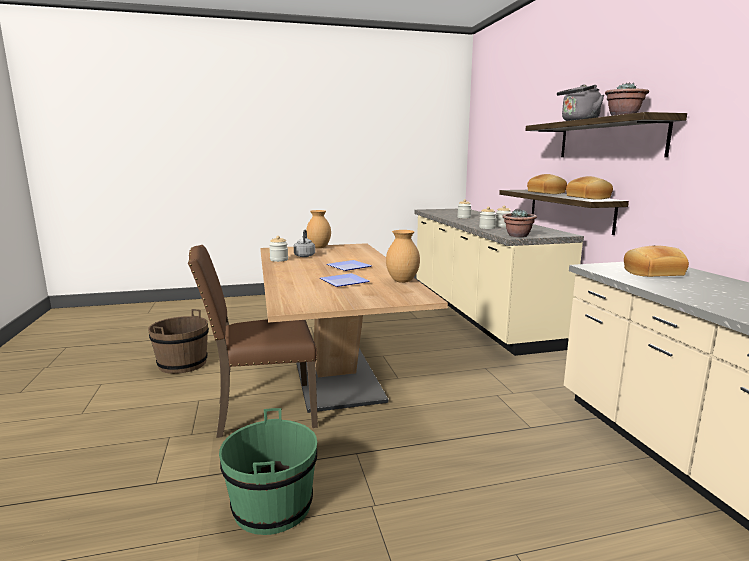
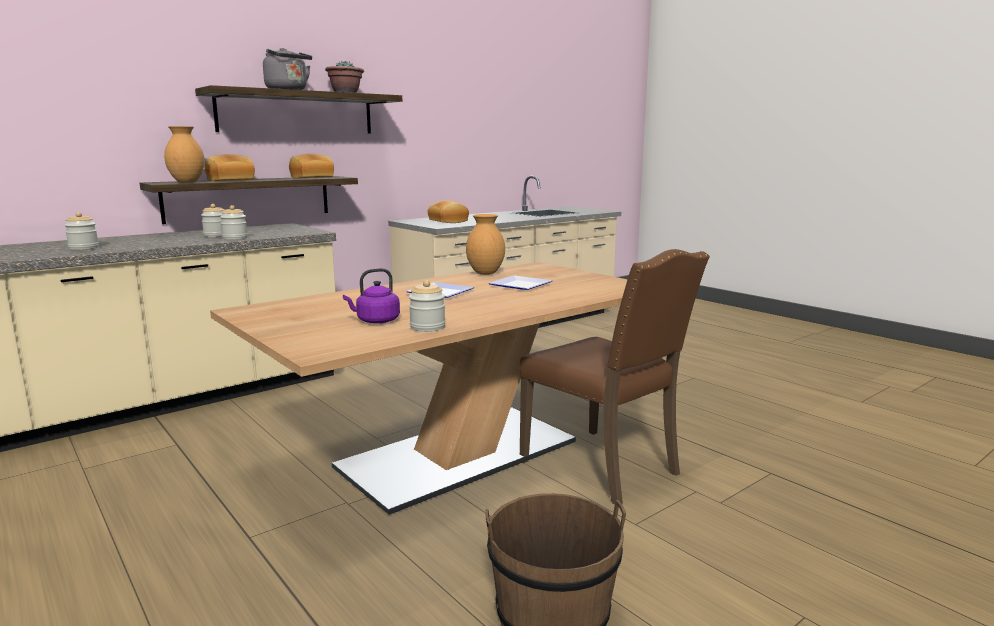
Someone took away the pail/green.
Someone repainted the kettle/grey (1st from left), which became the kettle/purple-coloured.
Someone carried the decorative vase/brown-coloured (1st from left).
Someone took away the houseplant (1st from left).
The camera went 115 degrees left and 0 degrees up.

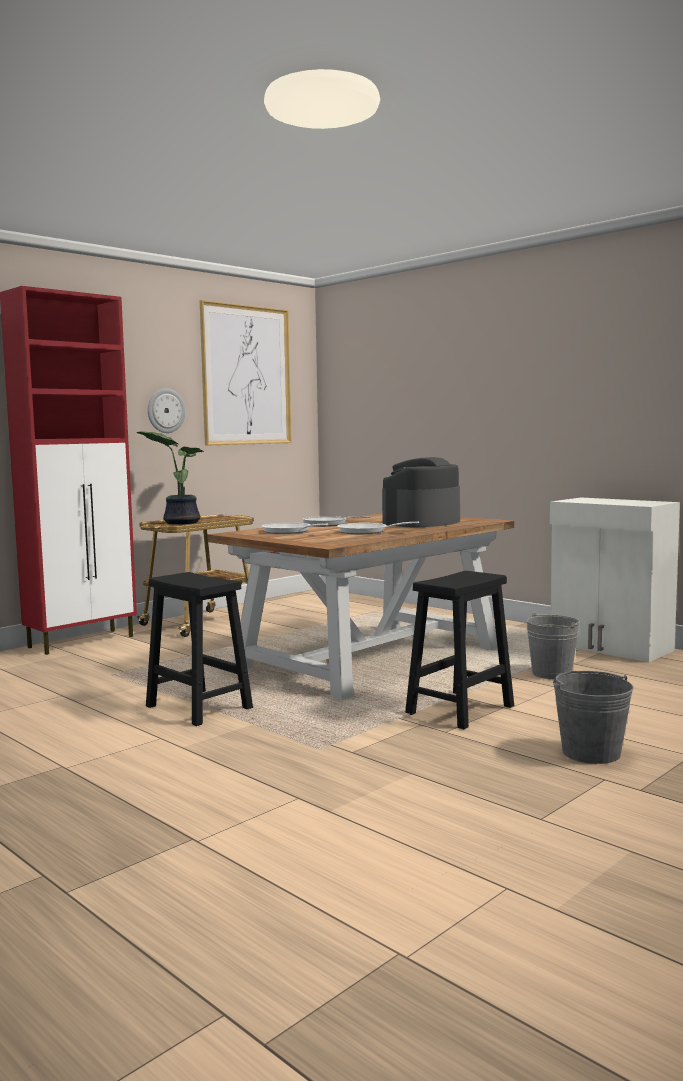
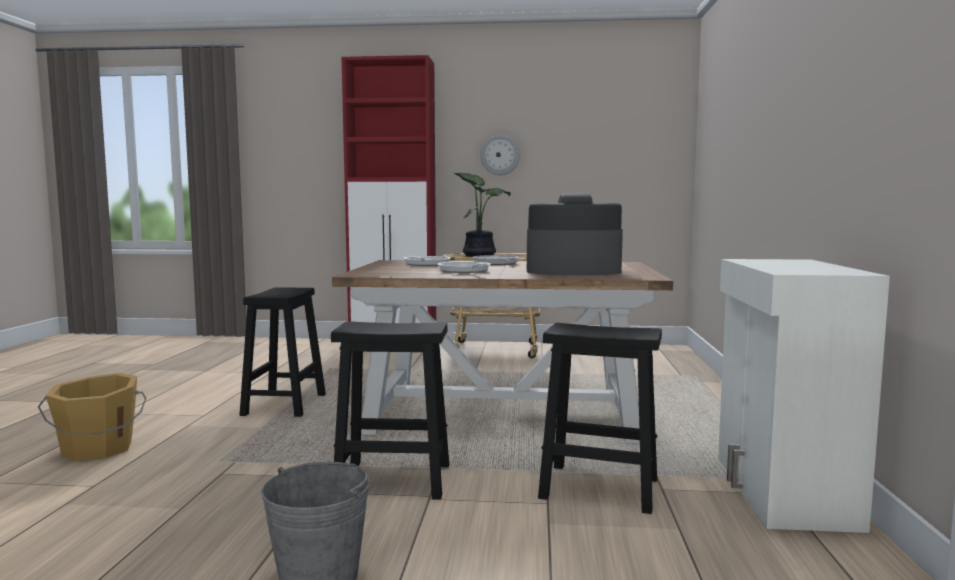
Someone took away the wall art.
Someone swapped the pail/grey (1st from left) for the stool/black (3rd from left).
Someone put down the pail/orangey.
The camera went 50 degrees right and 0 degrees up.

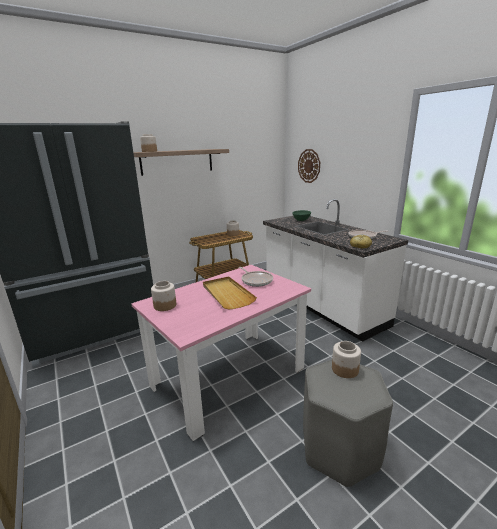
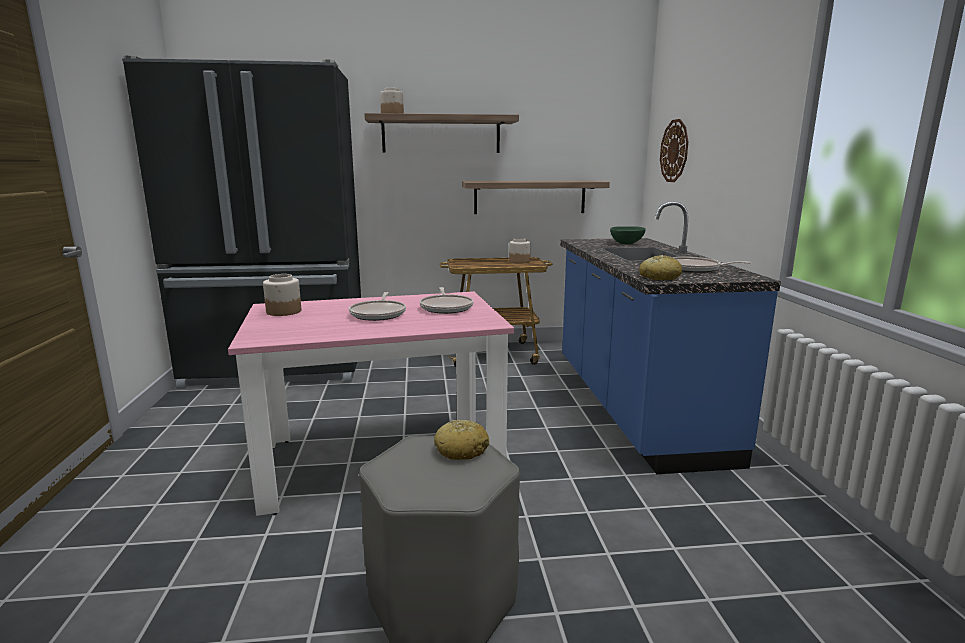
Someone swapped the serving tray/beige for the pan (1st from left).
Someone repainted the counter/white-coloured, which became the counter/bluish.
Someone swapped the storage jar (4th from left) for the bakery bread (1st from left).
Someone put up the wall shelf (2nd from left).
The camera went 25 degrees right and 5 degrees down.

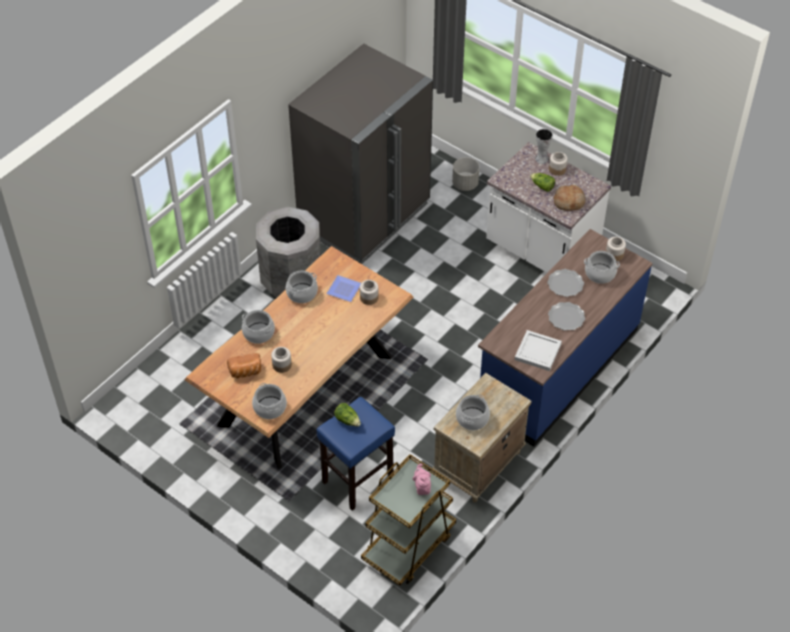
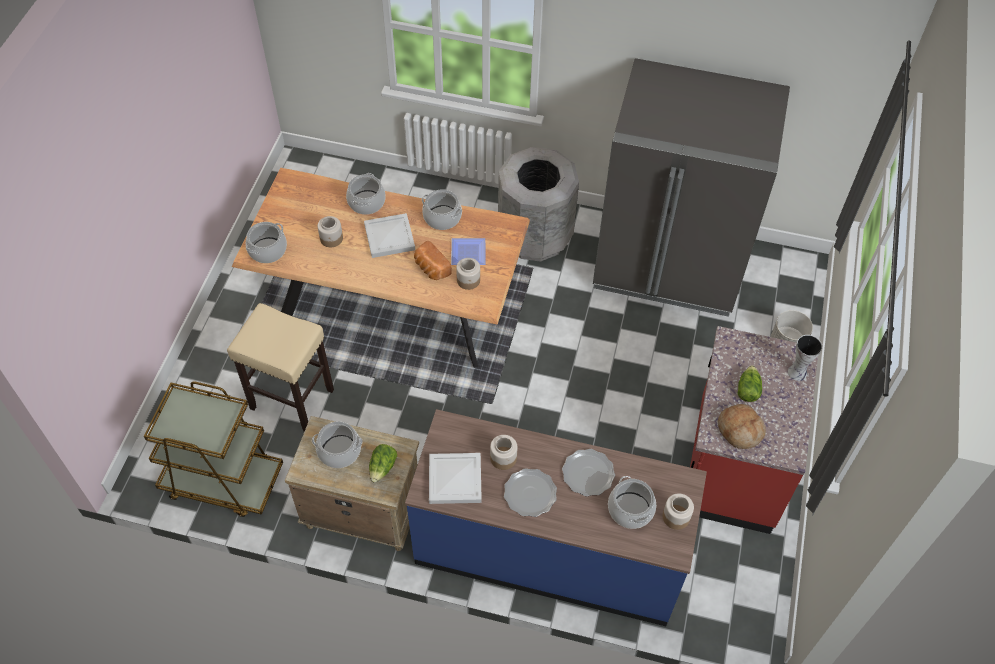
Someone carried the bakery bread (1st from left).
Someone repainted the stool/bluish, which became the stool/beige.
Someone carried the lettuce (1st from left).
Someone took away the teapot/pink.
Someone repainted the counter/white-coloured, which became the counter/reddish.
Someone carried the storage jar (3rd from left).
Someone put down the serving tray/white-coloured (1st from left).
The camera went 65 degrees right and 5 degrees up.

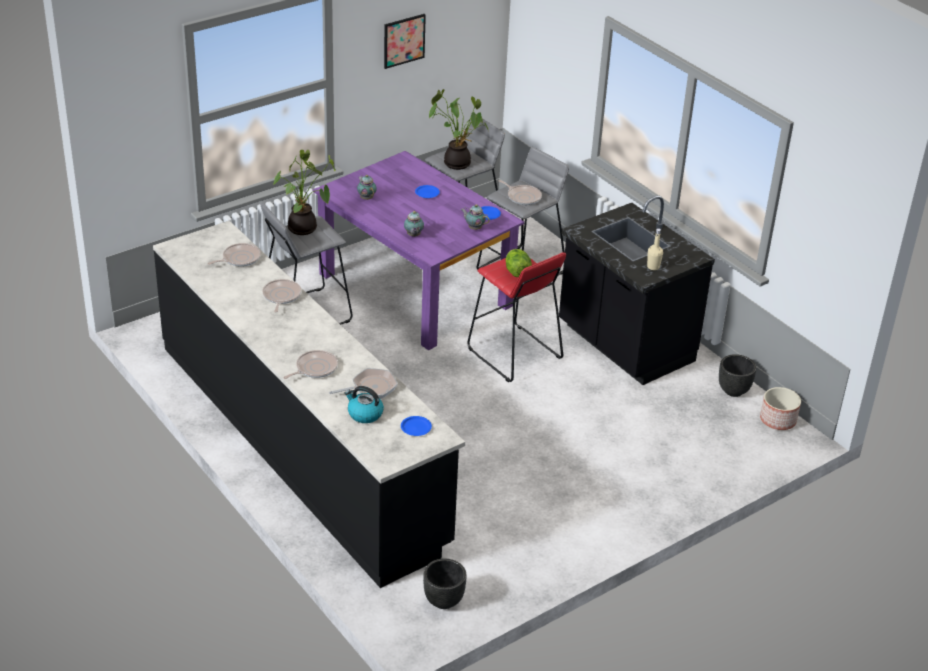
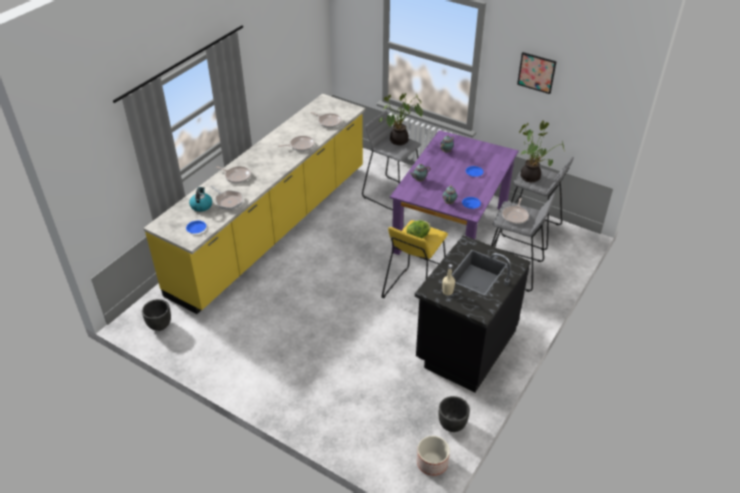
Someone repainted the counter/black (1st from left), which became the counter/yellow.
Someone repainted the stool/reddish, which became the stool/yellow.
The camera went 70 degrees right and 5 degrees up.

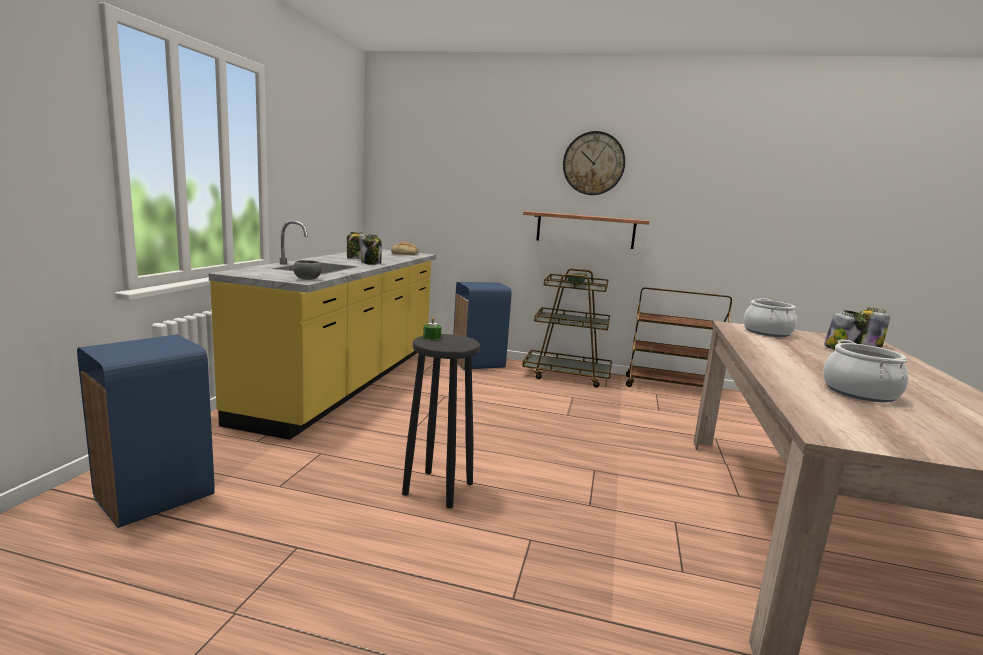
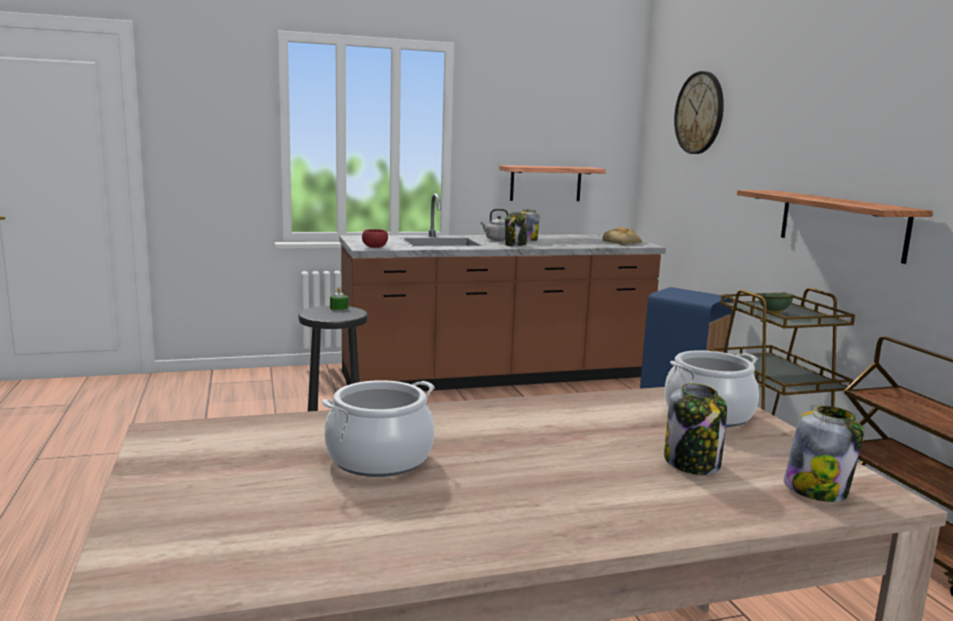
Someone took away the rubbish bin/bluish (1st from left).
Someone repainted the counter/yellow, which became the counter/brown-coloured.
Someone repainted the serving bowl/grey, which became the serving bowl/reddish.
Someone carried the clock on the wall.
Someone put down the kettle/grey.
Someone put up the wall shelf (1st from left).
The camera went 60 degrees right and 0 degrees up.

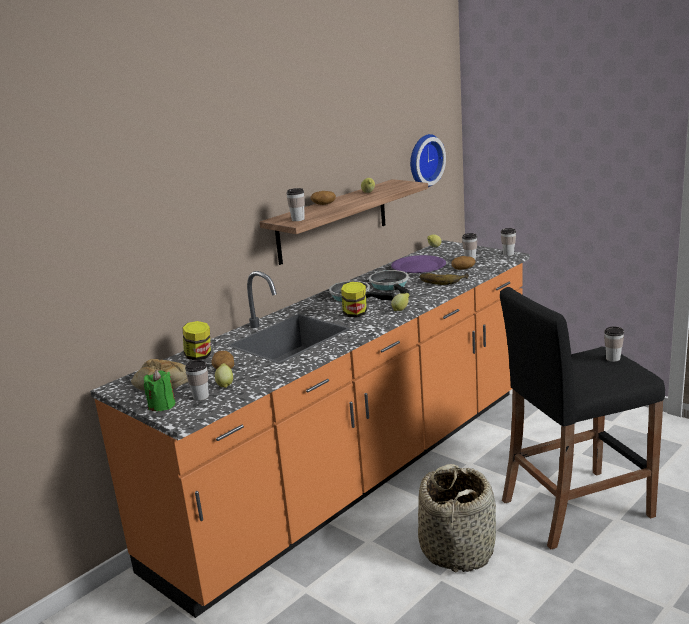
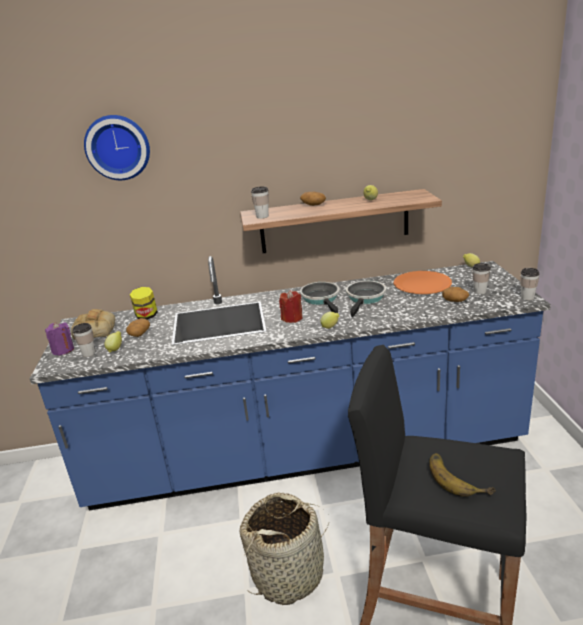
Someone repainted the counter/orangey, which became the counter/bluish.
Someone repainted the wax light/green, which became the wax light/purple-coloured.
Someone swapped the storage jar (2nd from left) for the wax light/reddish.
Someone repainted the dinner plate/purple-coloured, which became the dinner plate/orangey.
Someone carried the clock on the wall.
Someone carried the banana fruit.
Someone took away the cup (5th from left).
The camera went 40 degrees right and 5 degrees up.

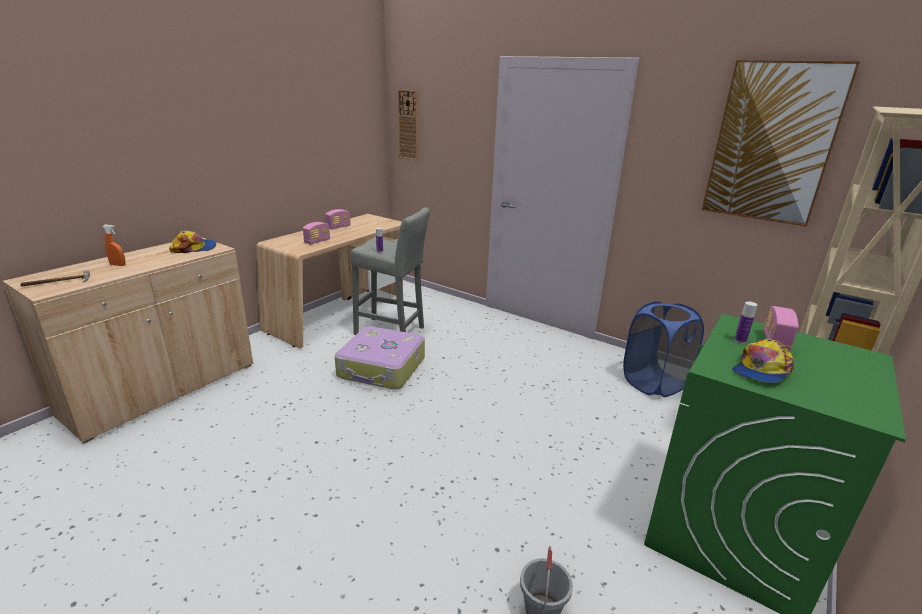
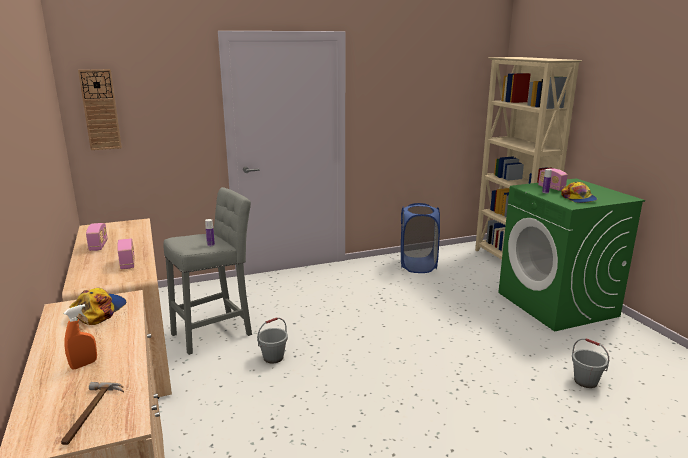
Someone swapped the suitcase for the pail/grey (1st from left).
Someone took away the wall art.
The camera went 55 degrees left and 5 degrees down.

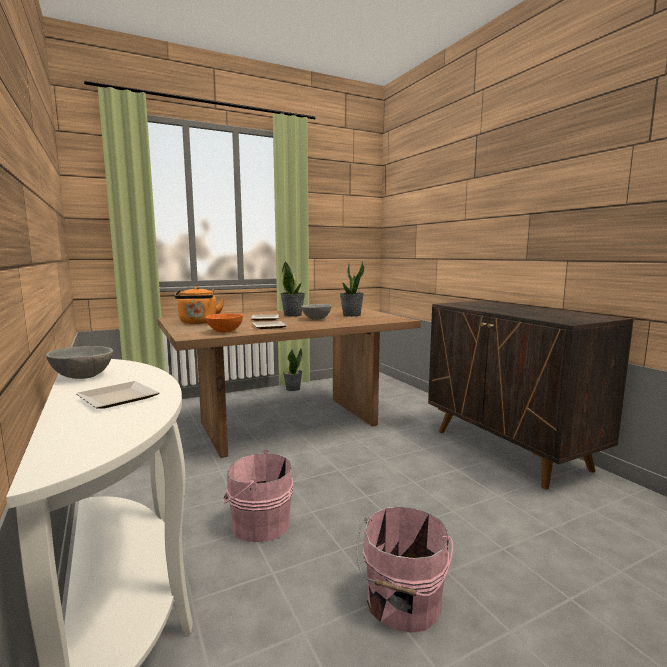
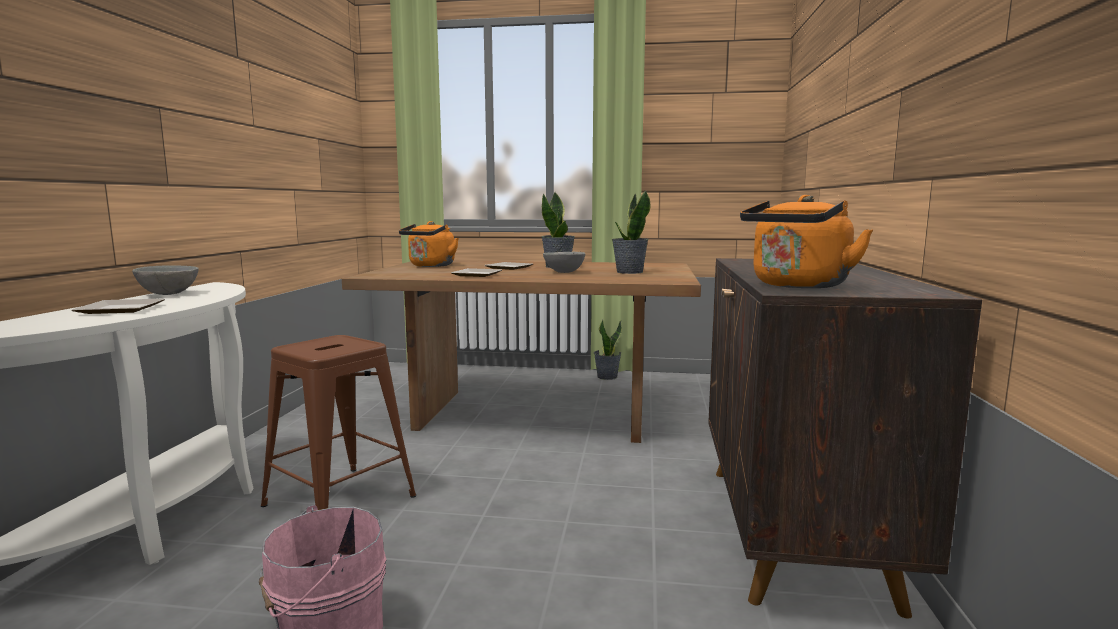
Someone took away the serving bowl/orangey.
Someone swapped the pail/pink (1st from left) for the stool/brown-coloured.
Someone put down the kettle/orangey (2nd from left).
The camera went 35 degrees right and 0 degrees up.

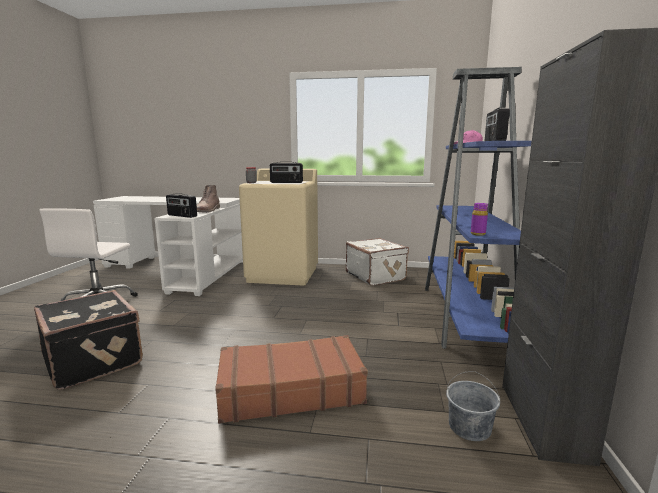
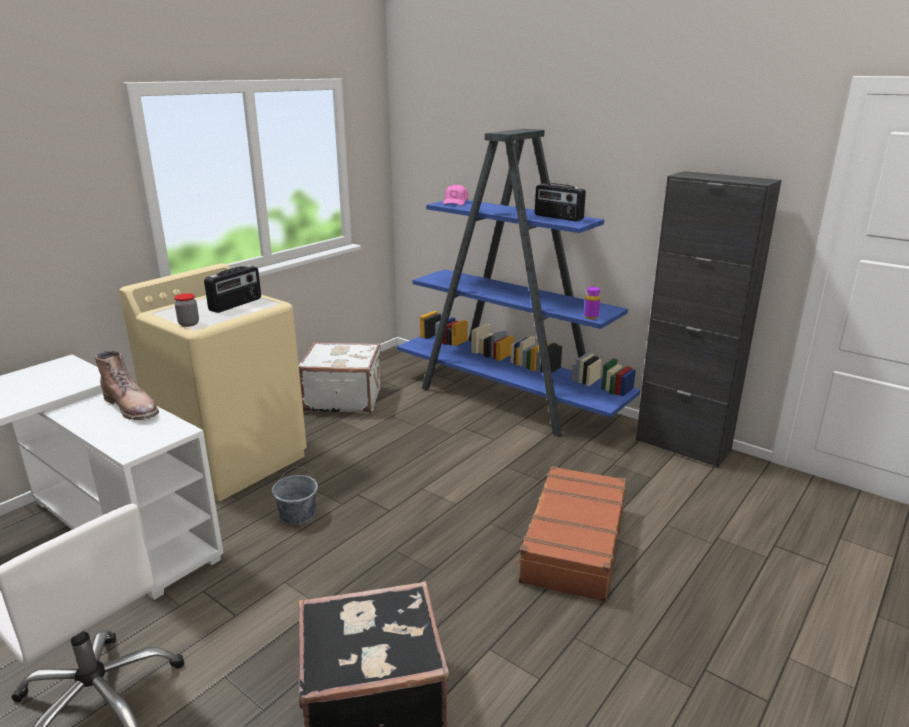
Someone took away the radio receiver (1st from left).
Someone carried the pail/grey.
The camera went 60 degrees left and 10 degrees up.

